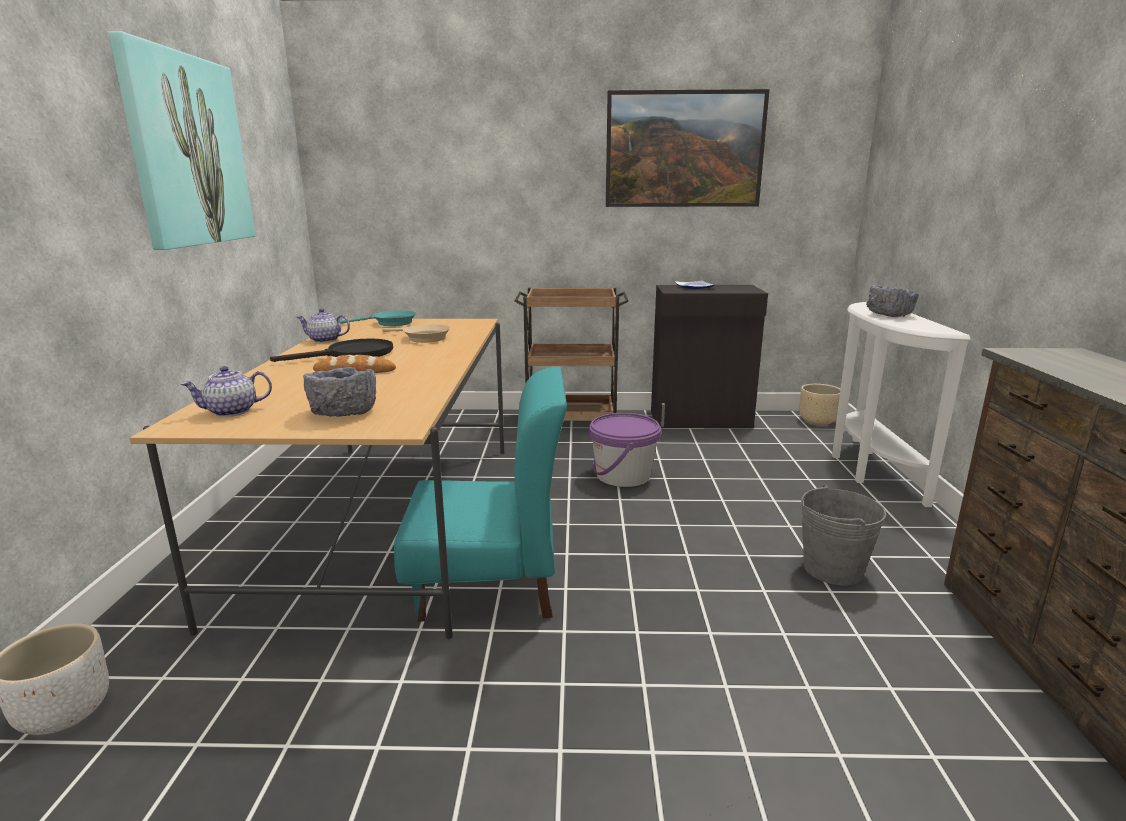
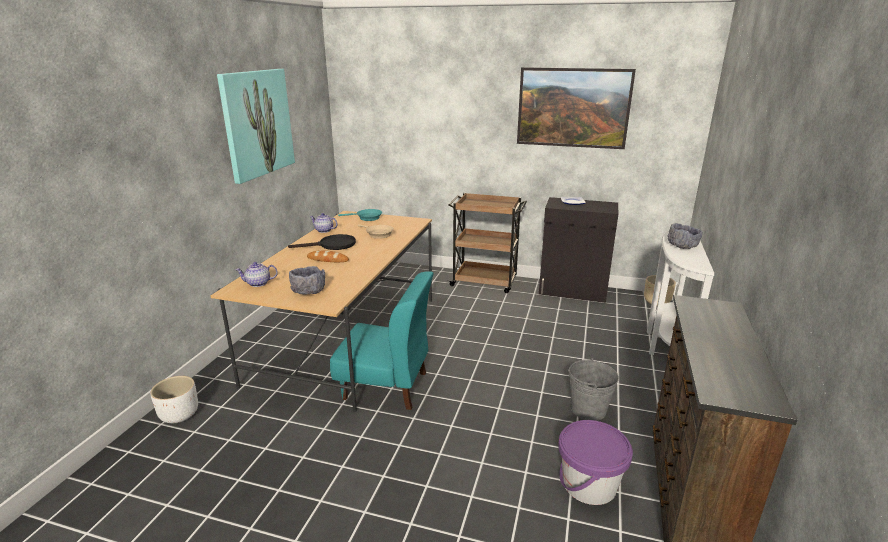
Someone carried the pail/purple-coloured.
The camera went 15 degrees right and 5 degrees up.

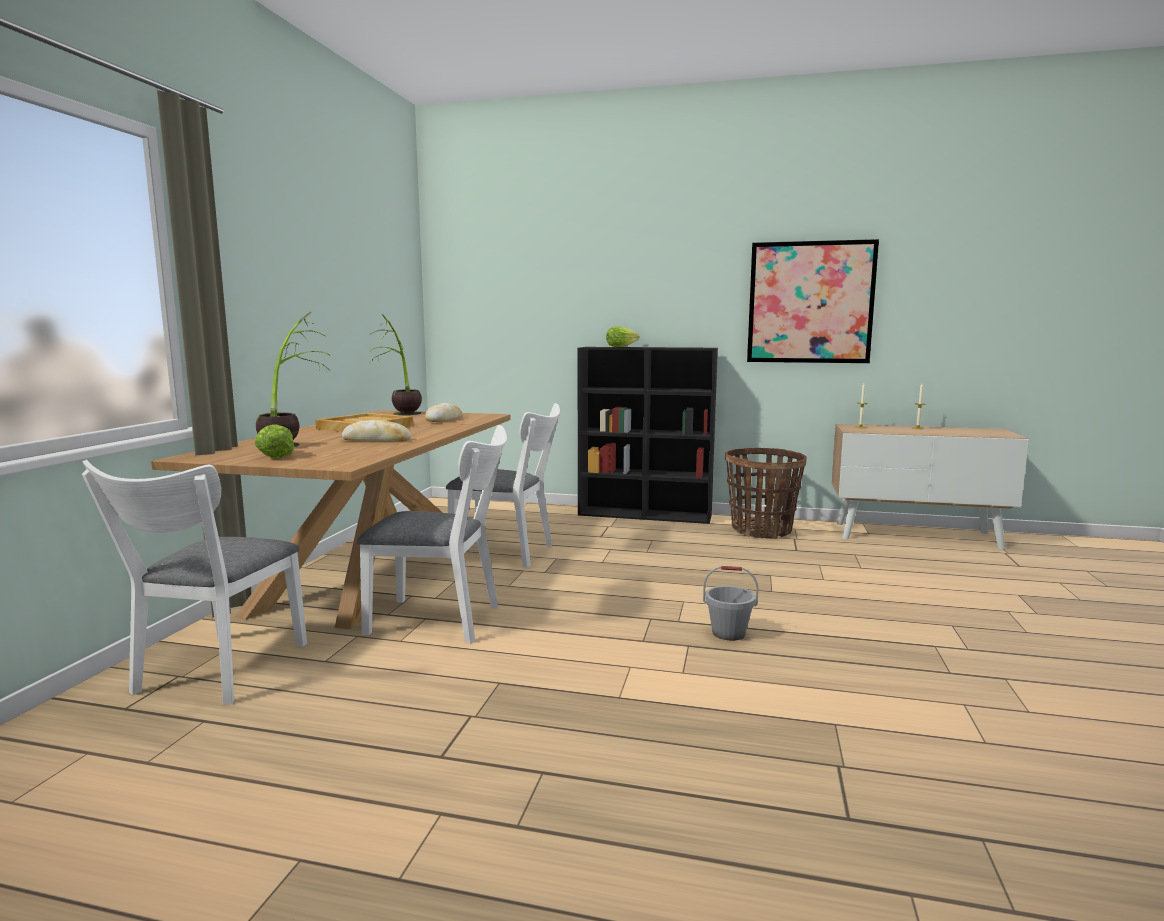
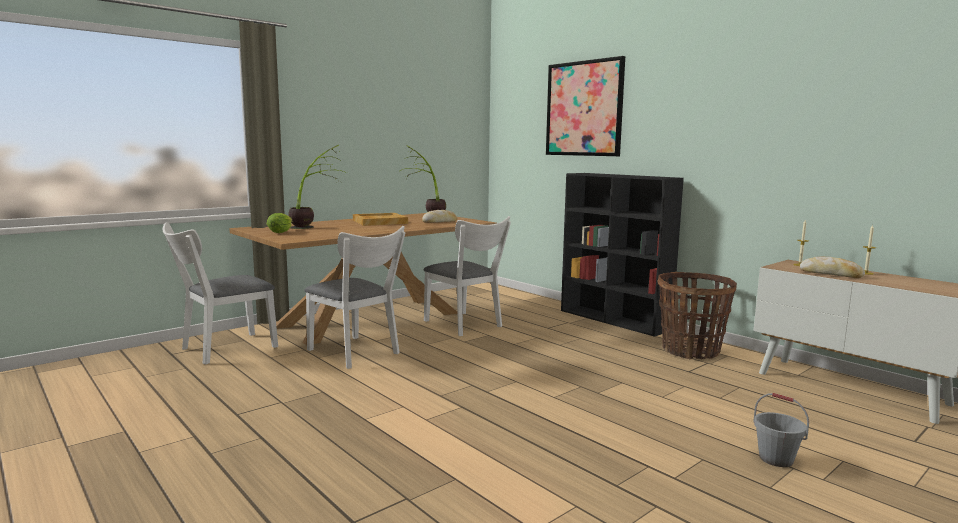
Someone carried the bakery bread (1st from left in the first image).
Someone took away the lettuce (2nd from left).
Someone carried the pail/grey.
Someone carried the wall art.
The camera went 35 degrees right and 0 degrees up.

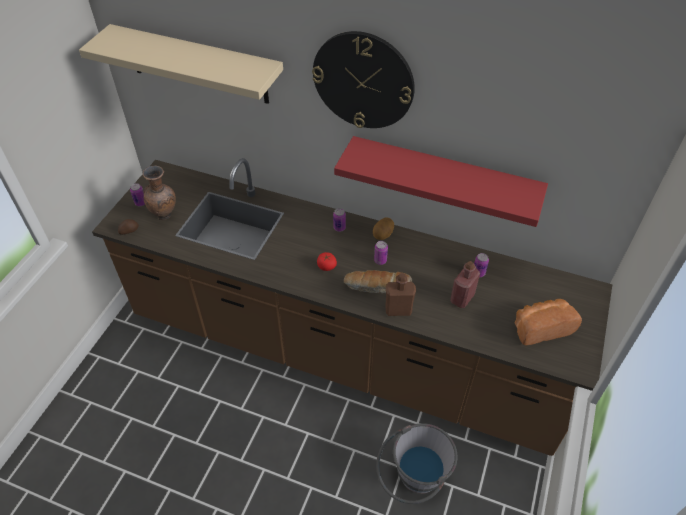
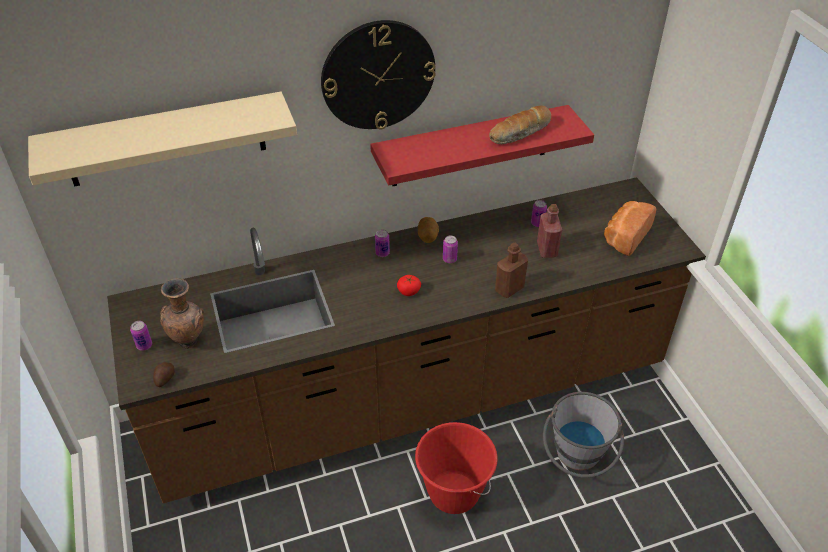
Someone carried the bakery bread (1st from left).
Someone put down the pail/reddish.
The camera went 40 degrees left and 5 degrees down.

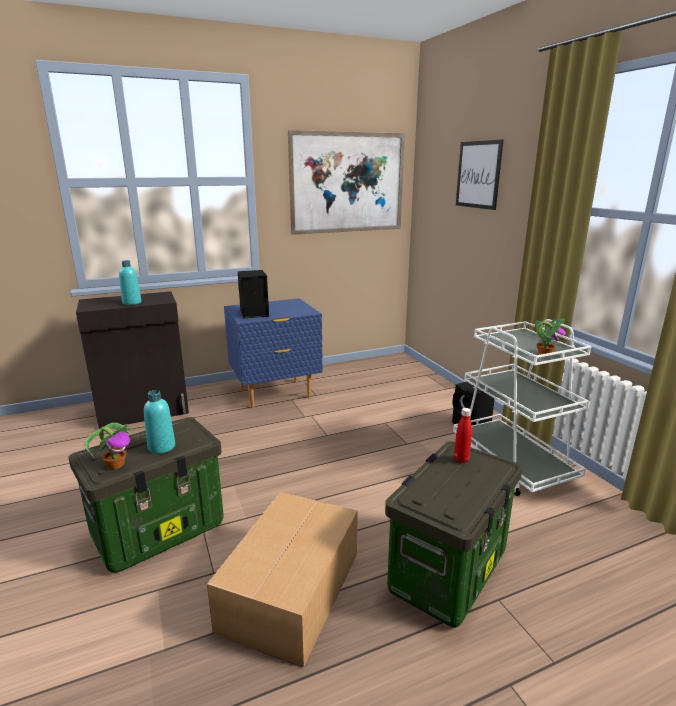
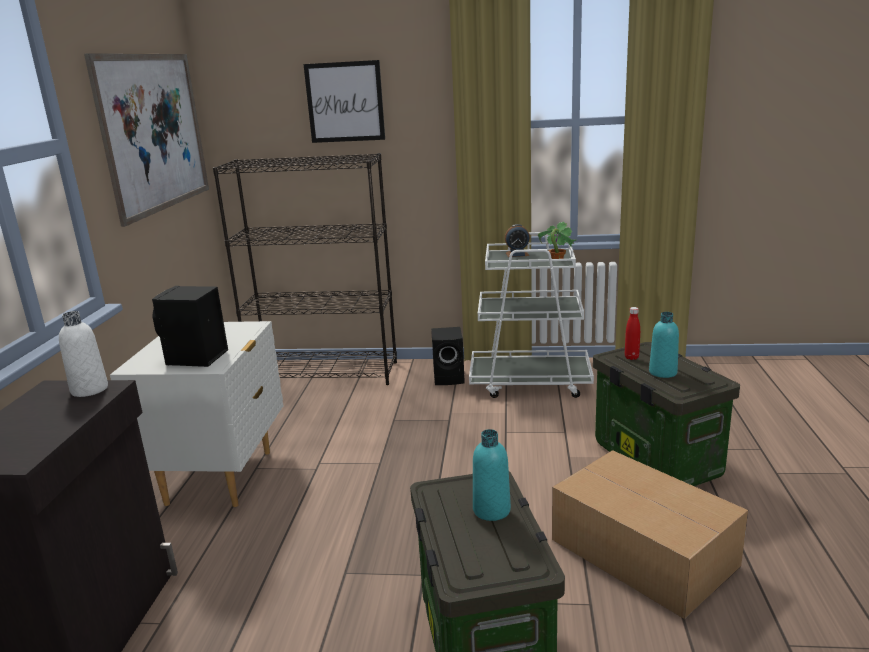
Someone took away the houseplant (1st from left).
Someone carried the drink bottle/turquoise (1st from left in the first image).
Someone repainted the nightstand/bluish, which became the nightstand/white-coloured.
Someone put down the drink bottle/white-coloured.
Someone put down the bookcase/black.
Someone put down the bedside clock.
The camera went 60 degrees left and 0 degrees up.

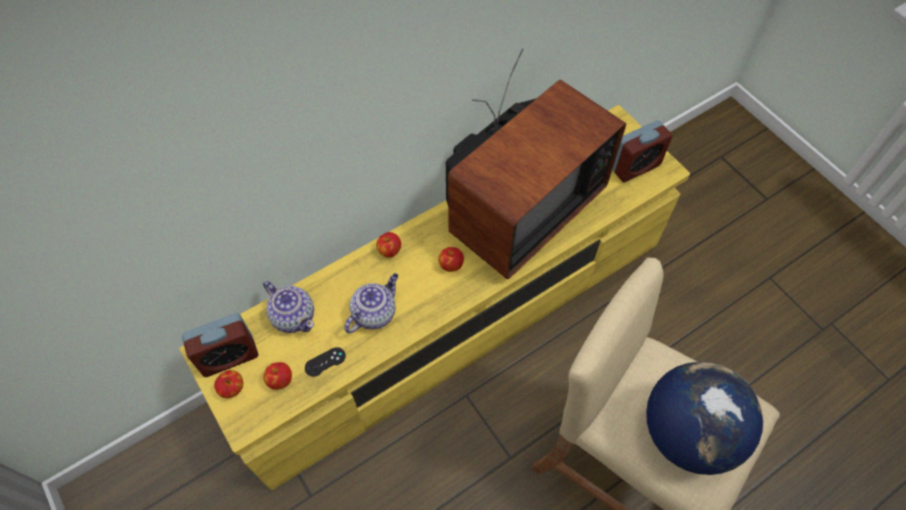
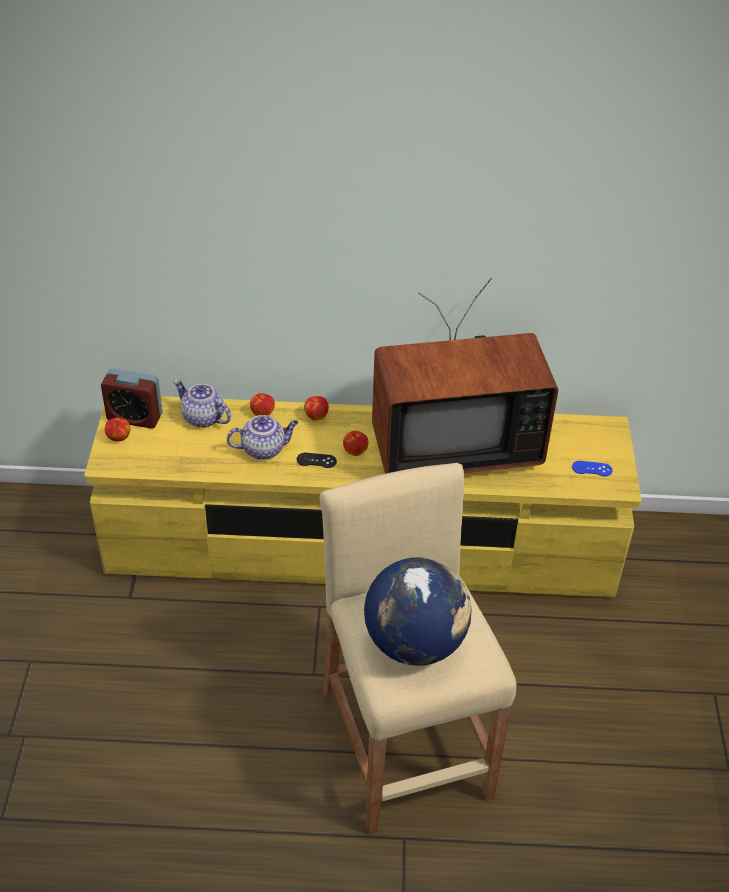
Someone rotated the teapot (1st from left) by 135 degrees clockwise.
Someone carried the apple (2nd from left).
Someone carried the gamepad/black.
Someone swapped the bedside clock (2nd from left) for the gamepad/bluish.
The camera went 35 degrees right and 15 degrees down.

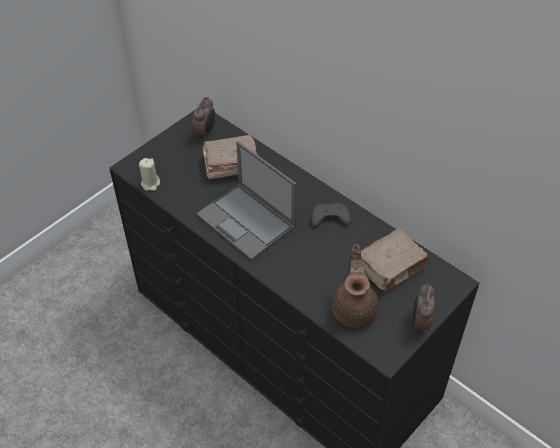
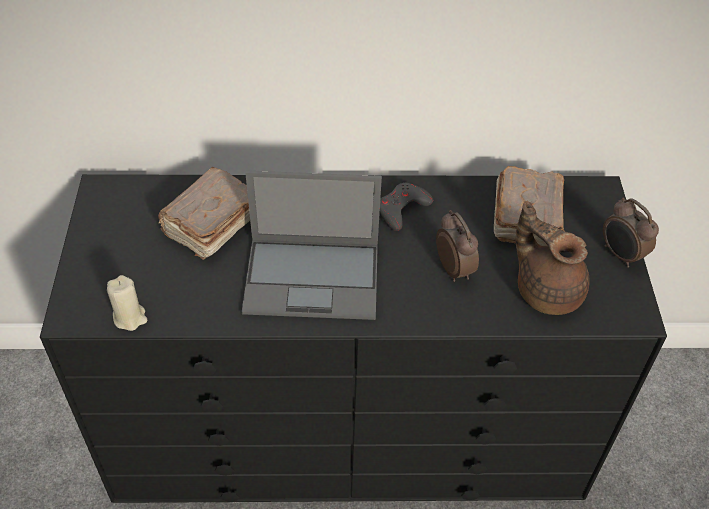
Someone carried the bedside clock (1st from left).
The camera went 45 degrees left and 0 degrees up.

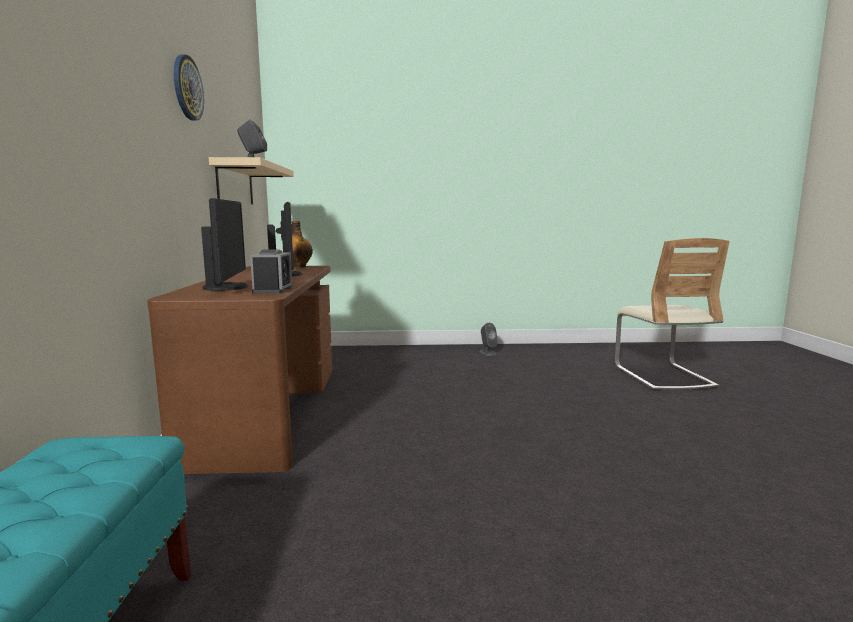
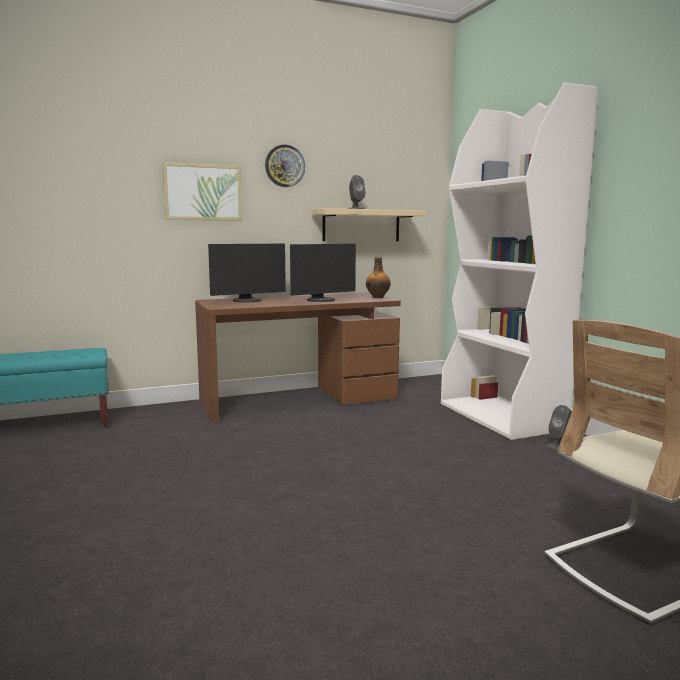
Someone took away the bedside clock.
Someone put up the wall art.
Someone put down the bookcase/white-coloured.
The camera went 70 degrees right and 0 degrees up.

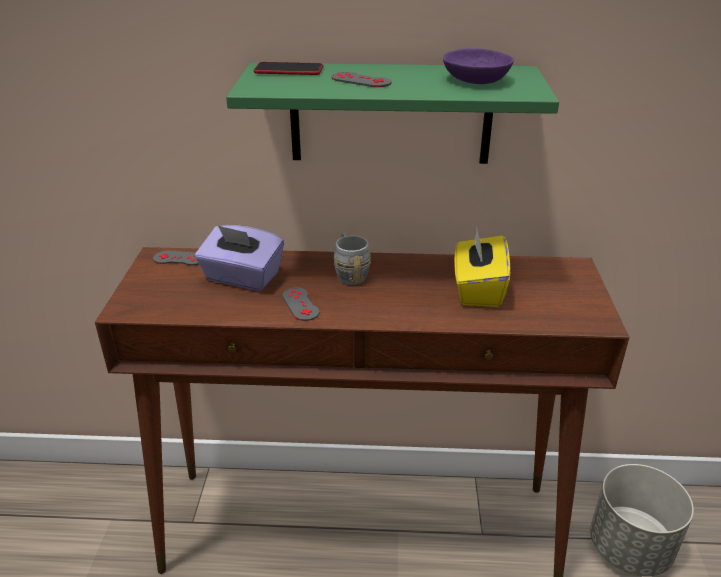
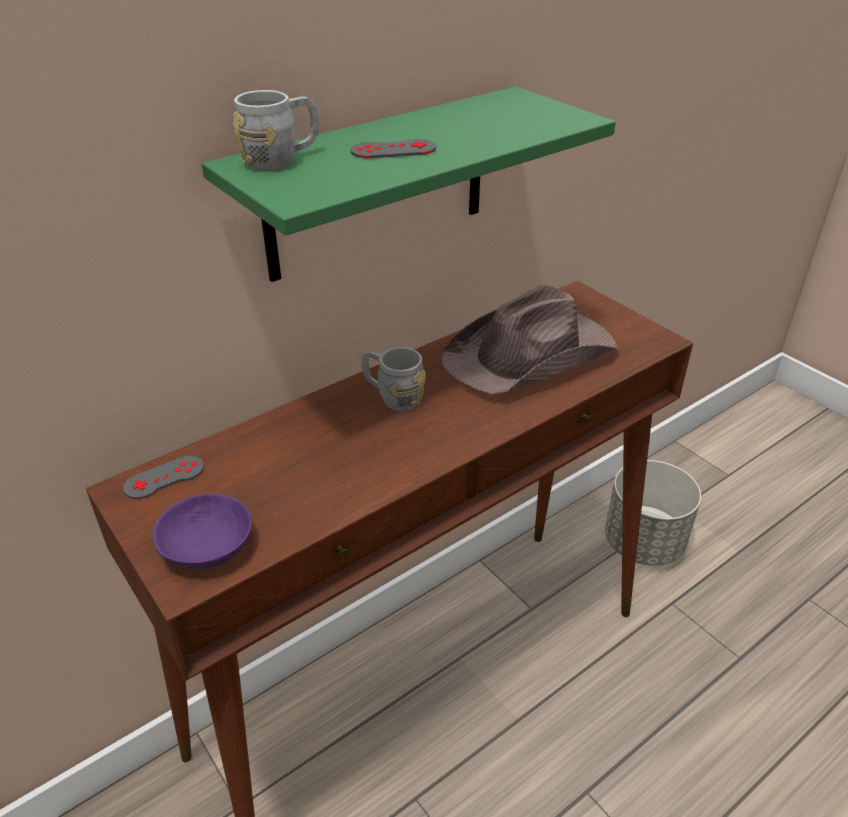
Someone took away the box of tissues/purple-coloured.
Someone swapped the phone for the coffee mug/grey (1st from left).
Someone took away the gamepad/grey (2nd from left).
Someone carried the serving bowl/purple-coloured.
Someone swapped the box of tissues/yellow for the wearable hat/brown-coloured.
The camera went 40 degrees left and 5 degrees up.

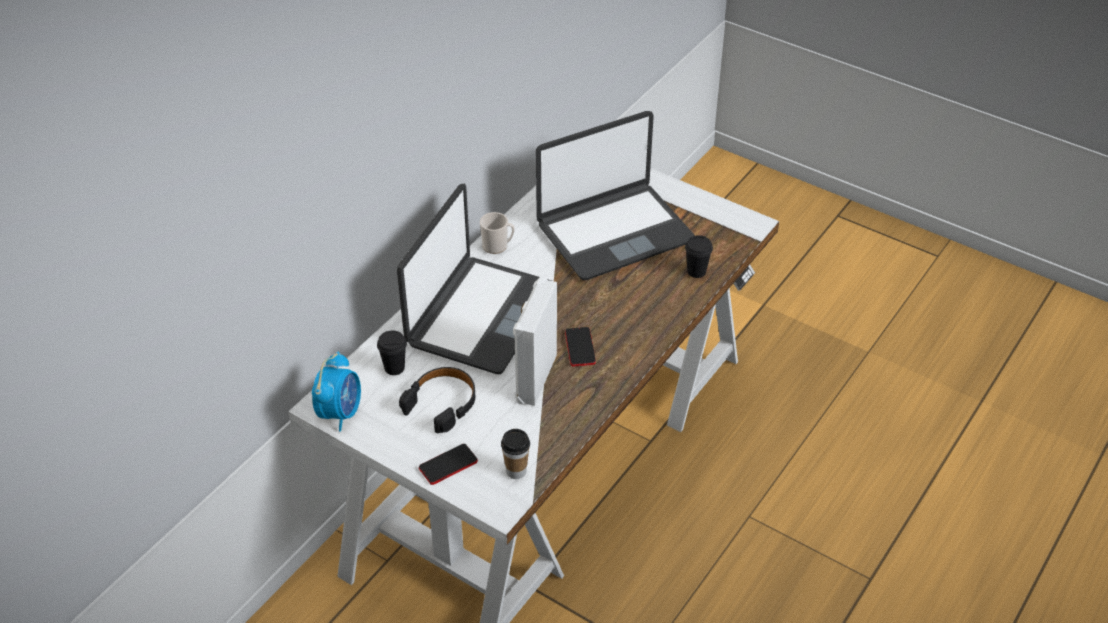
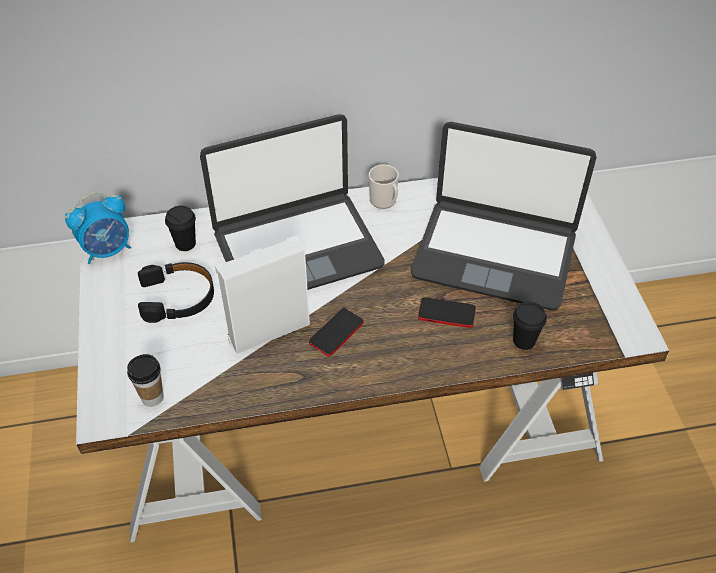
Someone carried the phone (1st from left in the first image).
The camera went 45 degrees right and 5 degrees up.

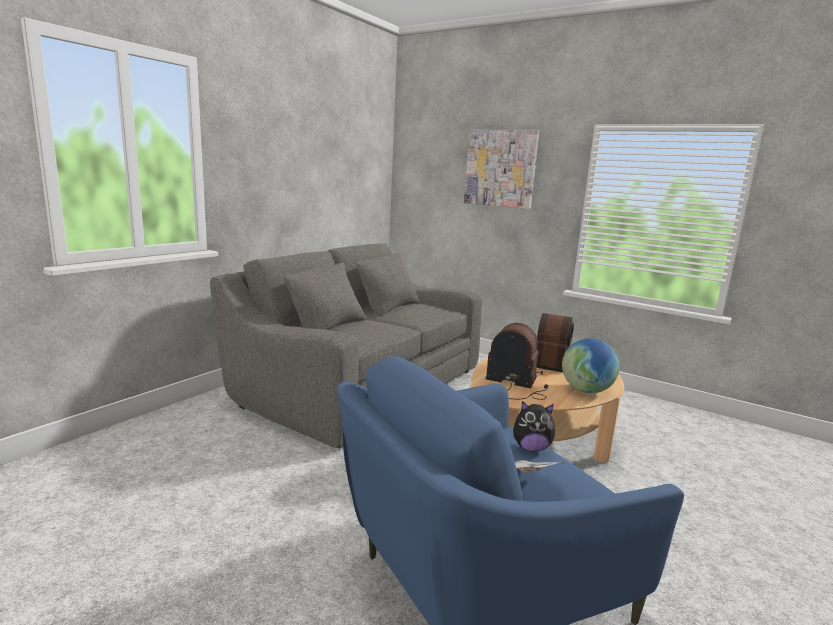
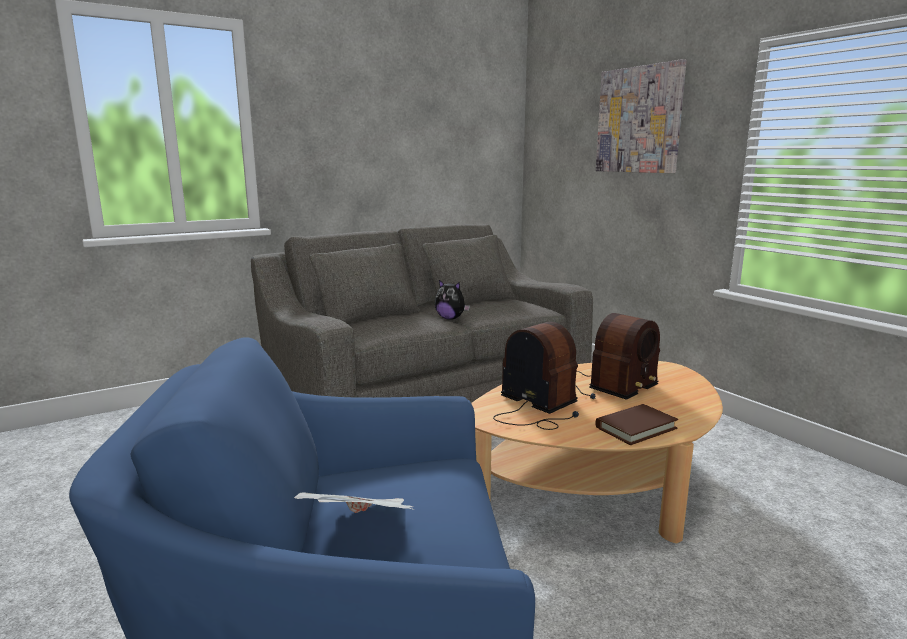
Someone carried the soft toy.
Someone swapped the world globe for the volume/brown-coloured.
The camera went 25 degrees right and 0 degrees up.

